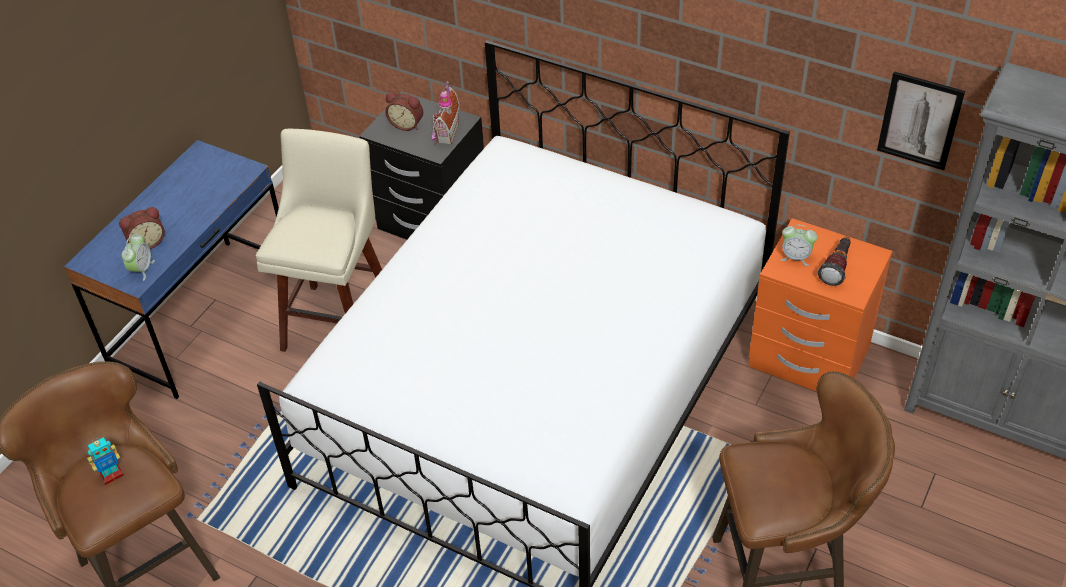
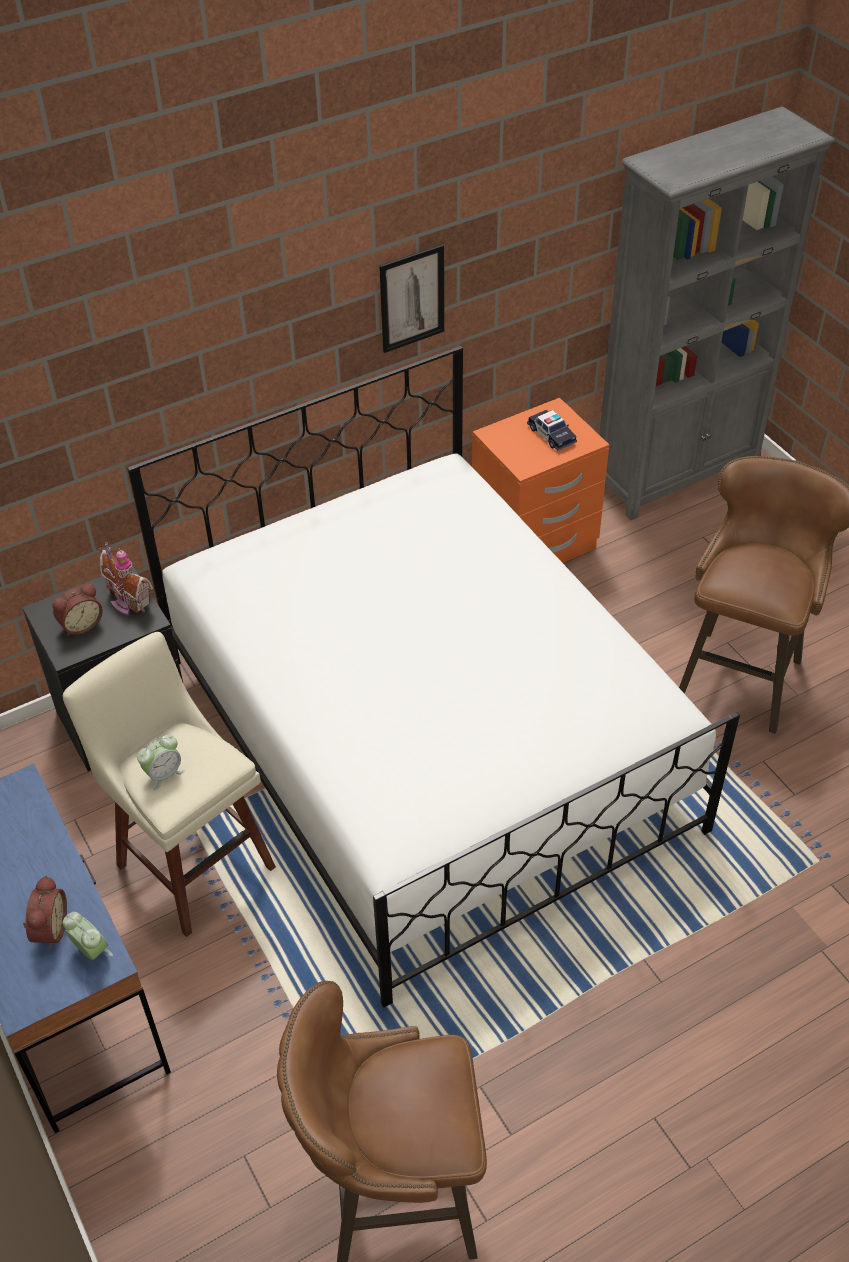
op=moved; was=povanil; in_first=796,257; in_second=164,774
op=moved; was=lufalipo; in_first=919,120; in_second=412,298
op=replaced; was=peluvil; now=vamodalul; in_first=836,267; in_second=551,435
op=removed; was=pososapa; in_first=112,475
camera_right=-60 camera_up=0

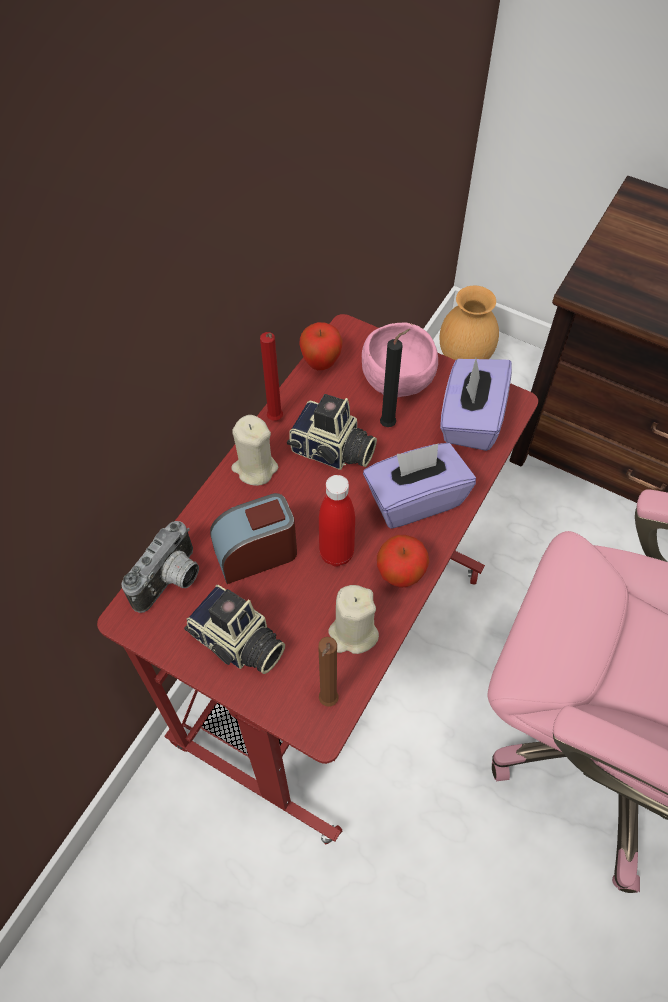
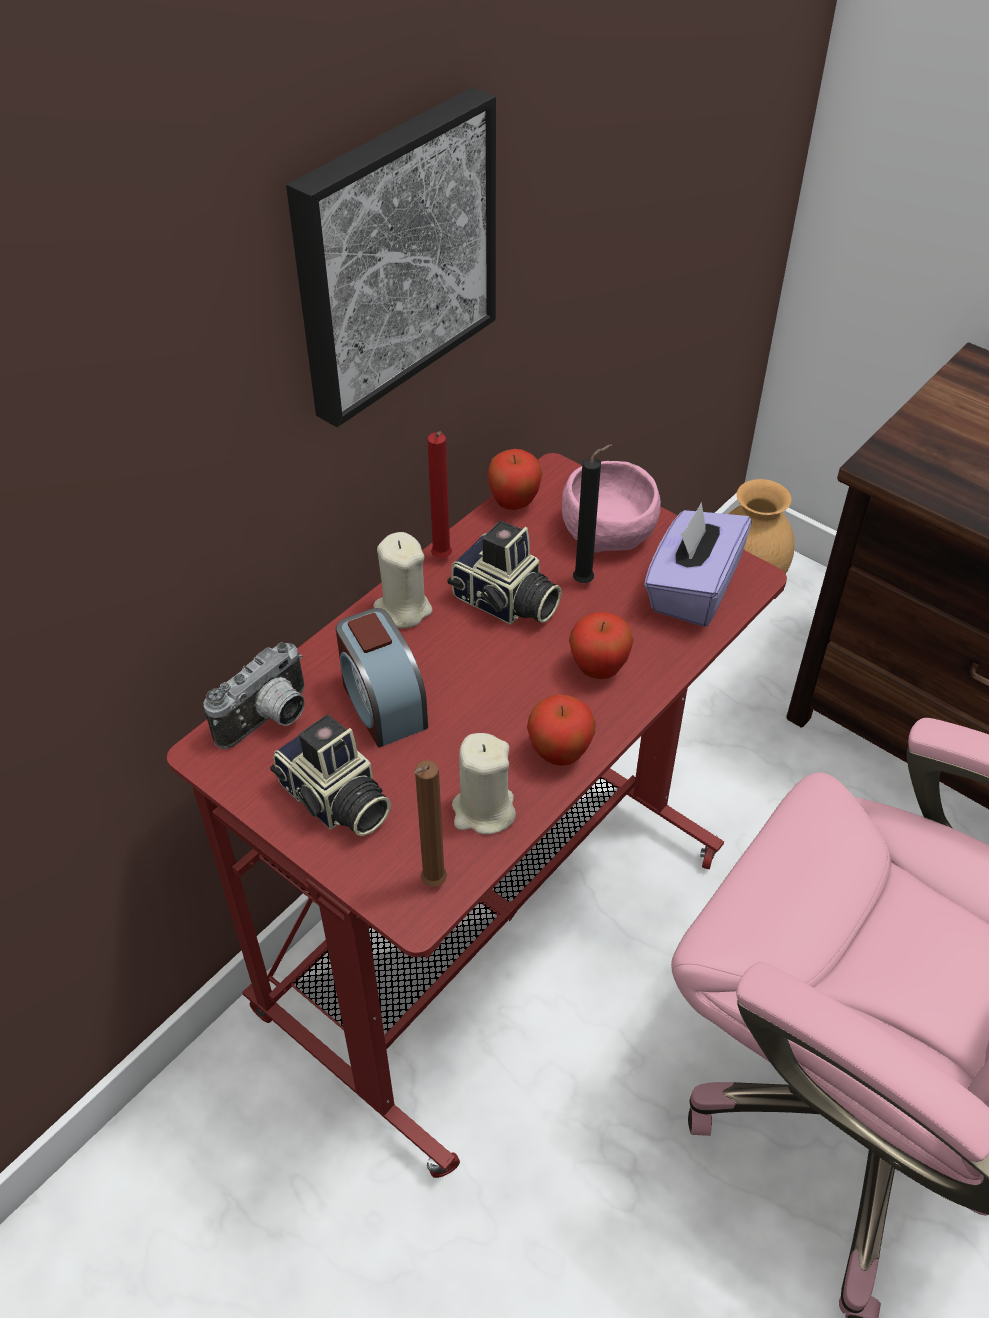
op=added; now=lufalipo; in_second=392,255
op=turned; was=povanil; in_first=256,553; in_second=382,703; clockwise=-105
op=replaced; was=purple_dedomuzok; now=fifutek; in_first=414,499; in_second=598,670
op=removed; was=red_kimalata; in_first=336,553
camera_right=10 camera_up=-10

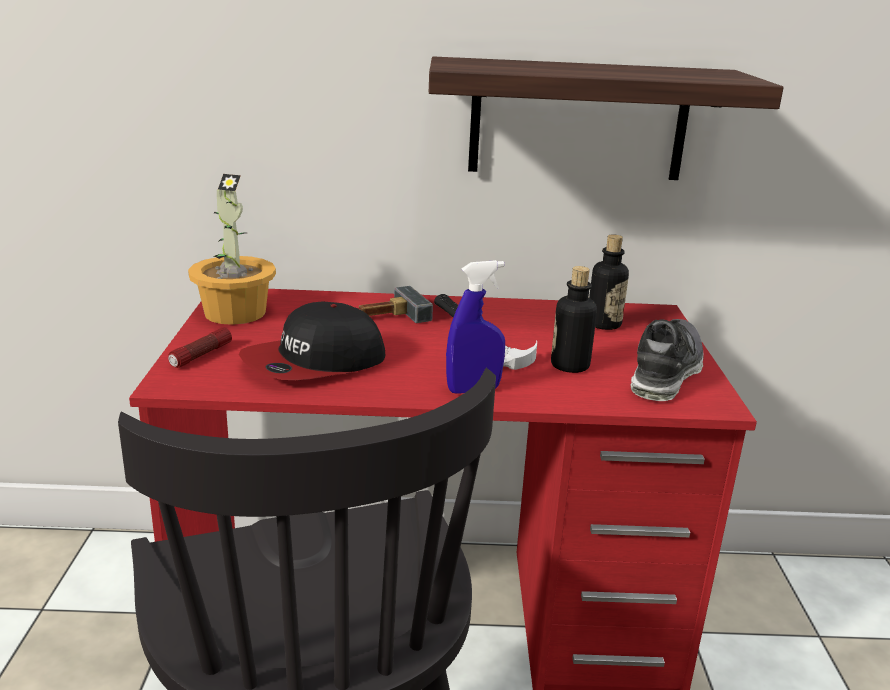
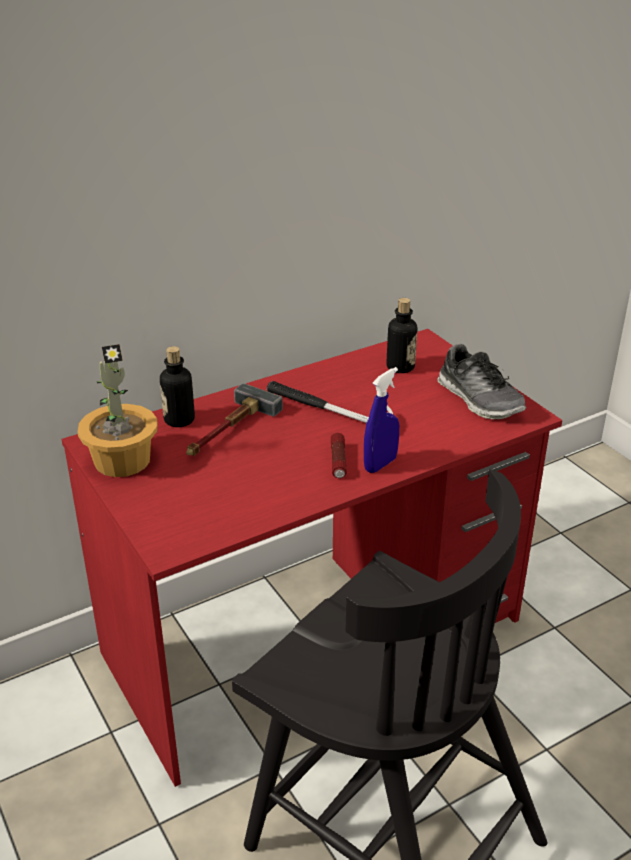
op=moved; was=kimalata; in_first=570,365; in_second=179,420
op=moved; was=peluvil; in_first=201,355; in_second=338,461
op=turned; was=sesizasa; in_first=665,373; in_second=479,399; clockwise=150
op=removed; was=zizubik; in_first=314,362
op=removed; was=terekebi; in_first=578,120
camera_right=-30 camera_up=10

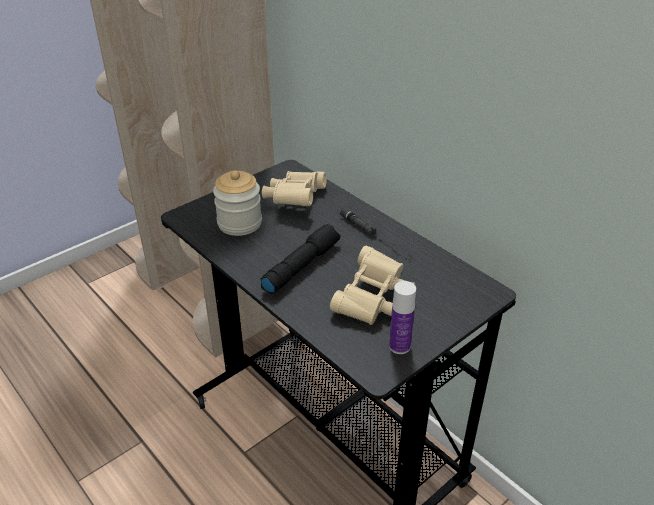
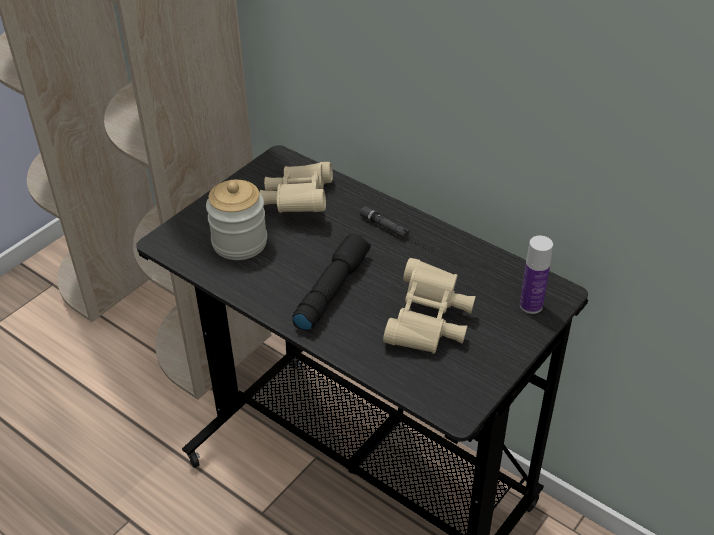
op=moved; was=kimalata; in_first=399,346; in_second=531,305
camera_right=-10 camera_up=5

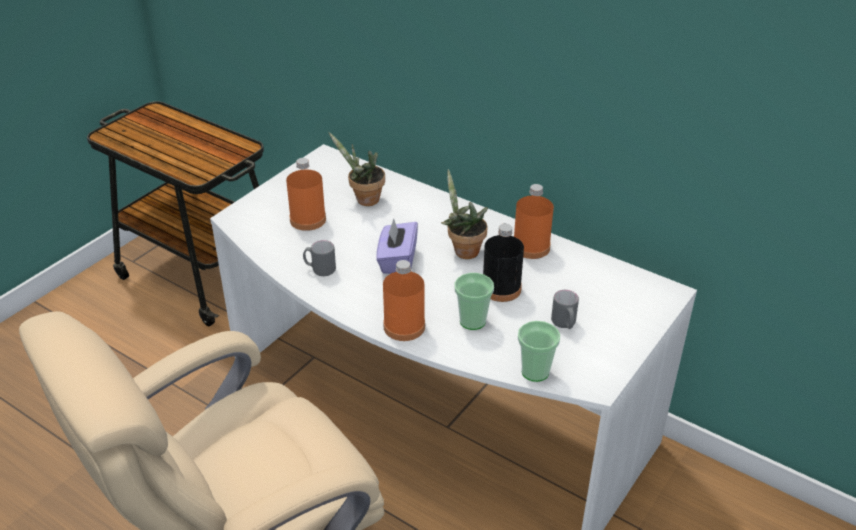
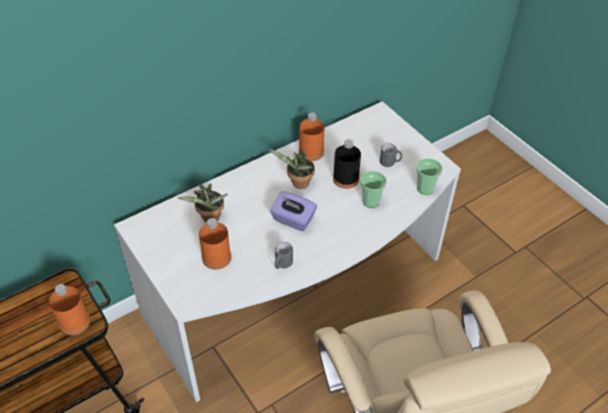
op=moved; was=orange_kimalata; in_first=404,326; in_second=74,322
camera_right=-70 camera_up=10

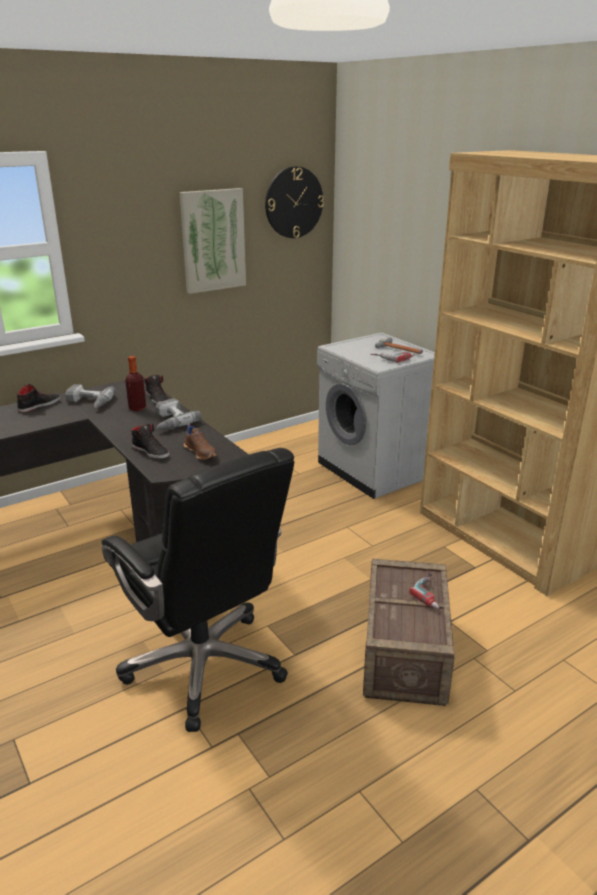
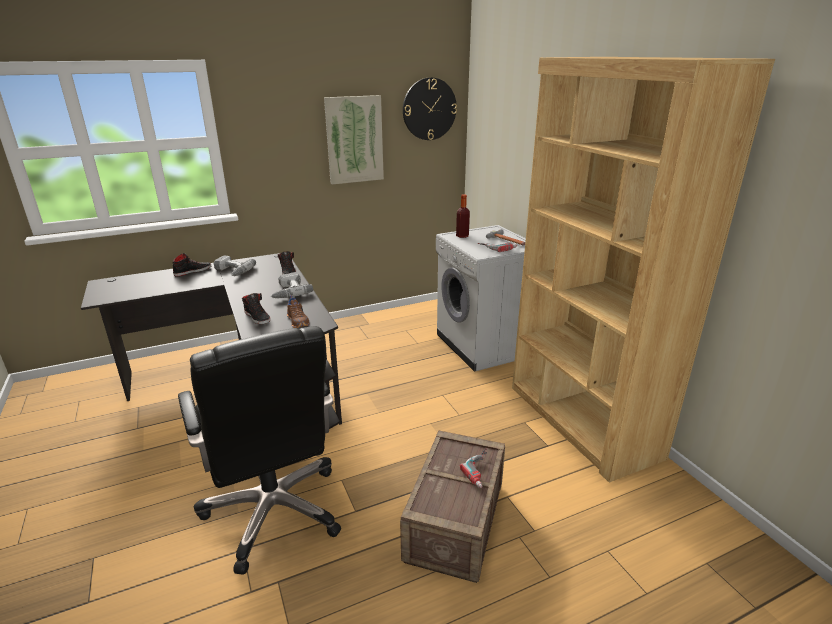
op=moved; was=kimalata; in_first=137,408; in_second=462,236
camera_right=10 camera_up=0

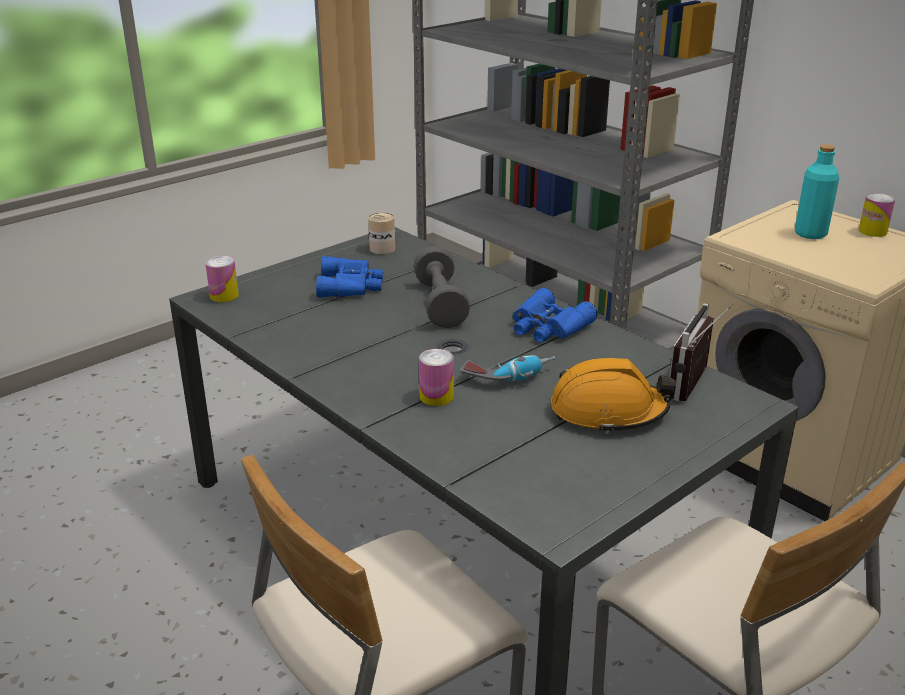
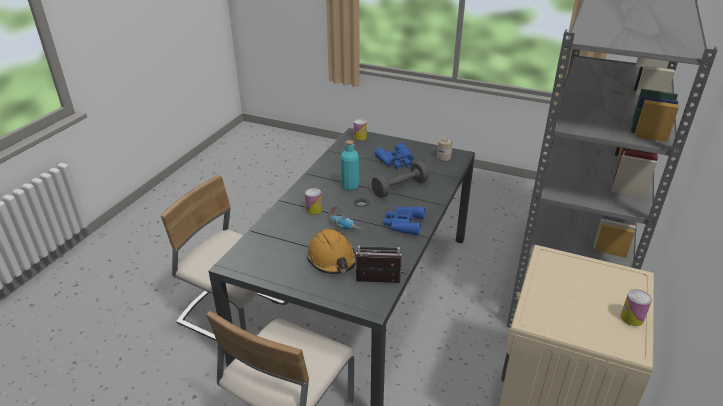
op=moved; was=turquoise_kimalata; in_first=810,234; in_second=350,186
camera_right=65 camera_up=5

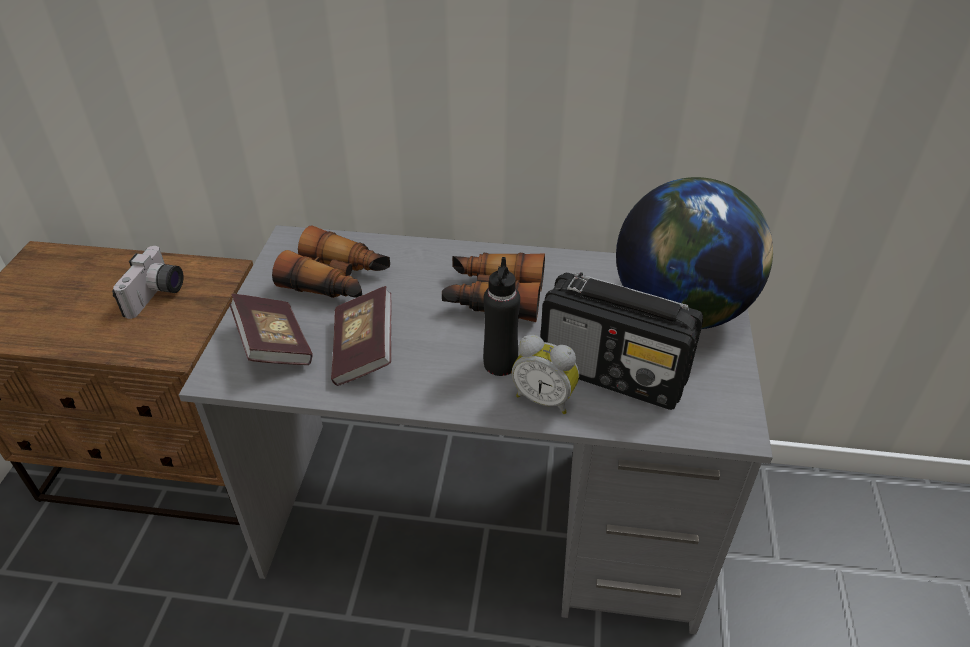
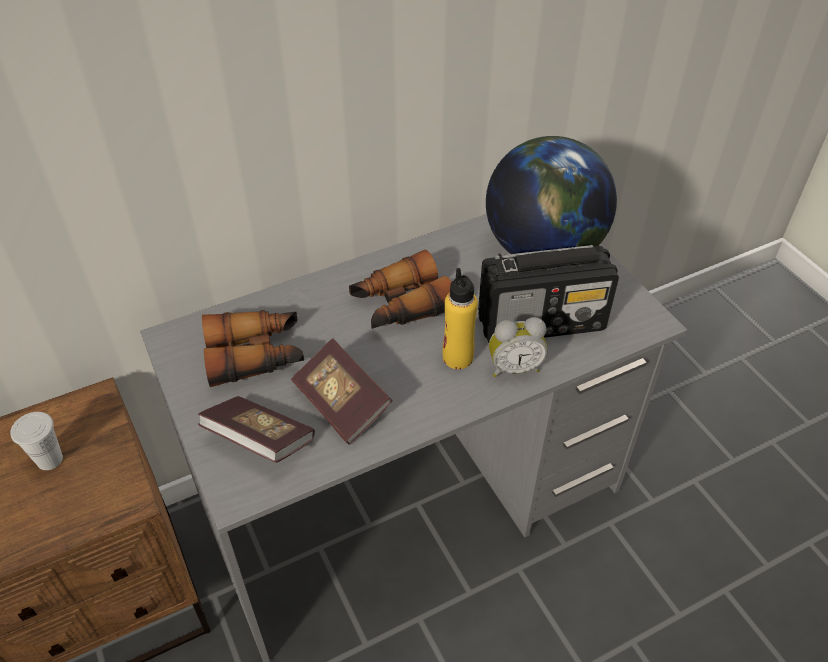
op=replaced; was=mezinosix; now=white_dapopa; in_first=157,296; in_second=50,460
op=recoloured; was=black_kimalata; now=yellow_kimalata; in_first=500,364; in_second=458,357
camera_right=-35 camera_up=5

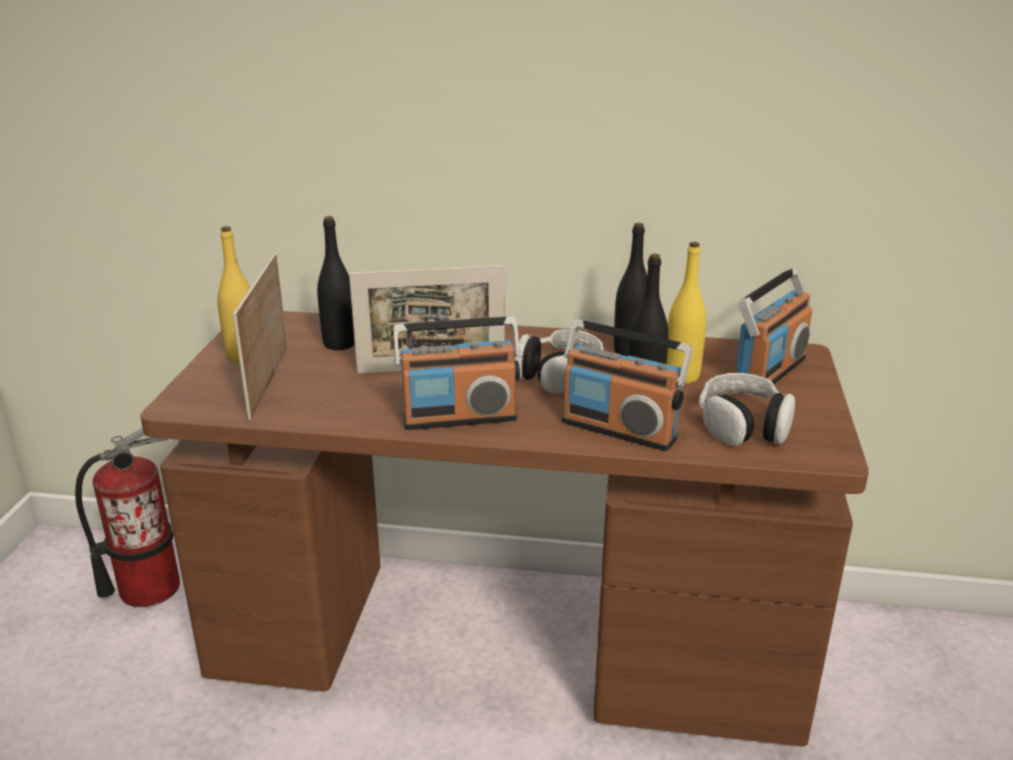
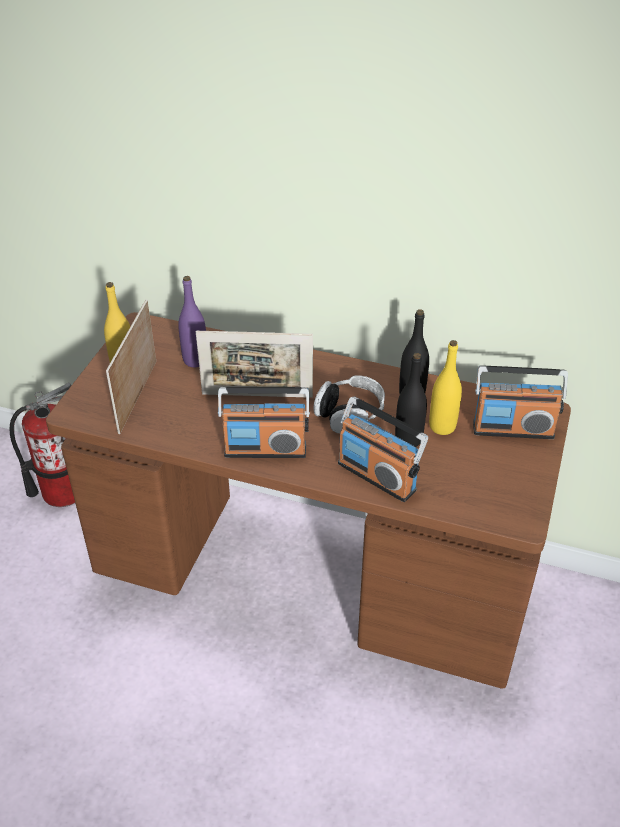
op=recoloured; was=black_kimalata; now=purple_kimalata; in_first=339,344; in_second=195,360
op=turned; was=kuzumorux; in_first=770,371; in_second=513,429; clockwise=45
op=removed; was=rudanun; in_first=744,425
camera_right=10 camera_up=15

